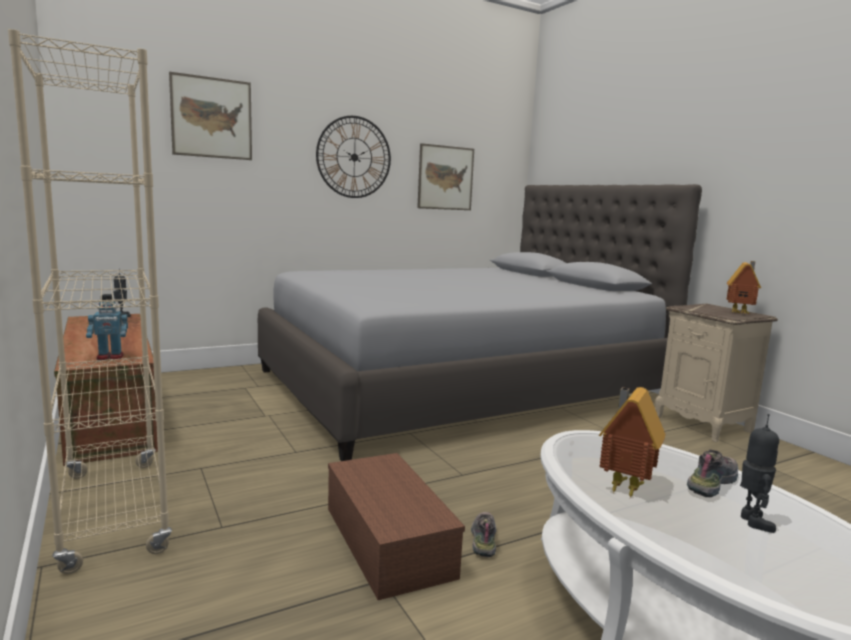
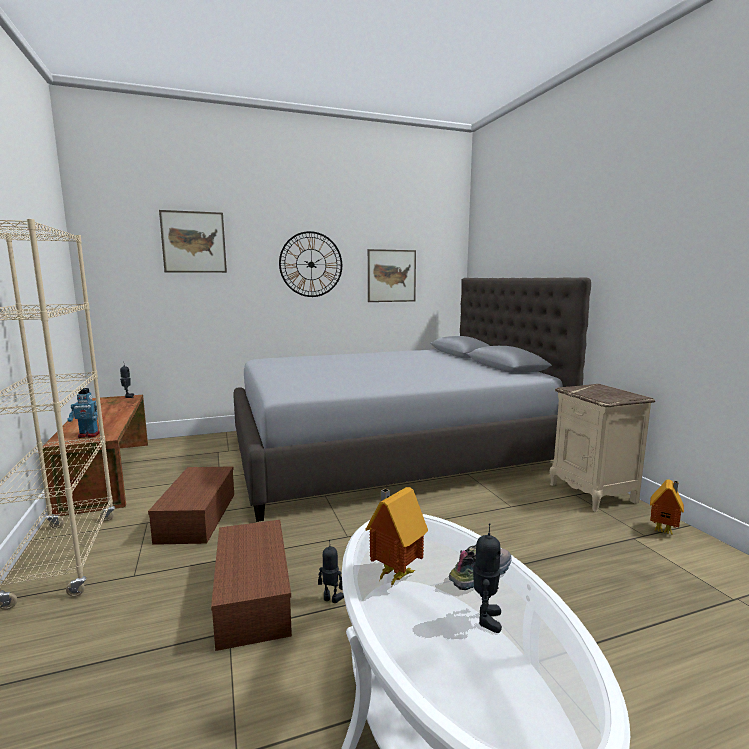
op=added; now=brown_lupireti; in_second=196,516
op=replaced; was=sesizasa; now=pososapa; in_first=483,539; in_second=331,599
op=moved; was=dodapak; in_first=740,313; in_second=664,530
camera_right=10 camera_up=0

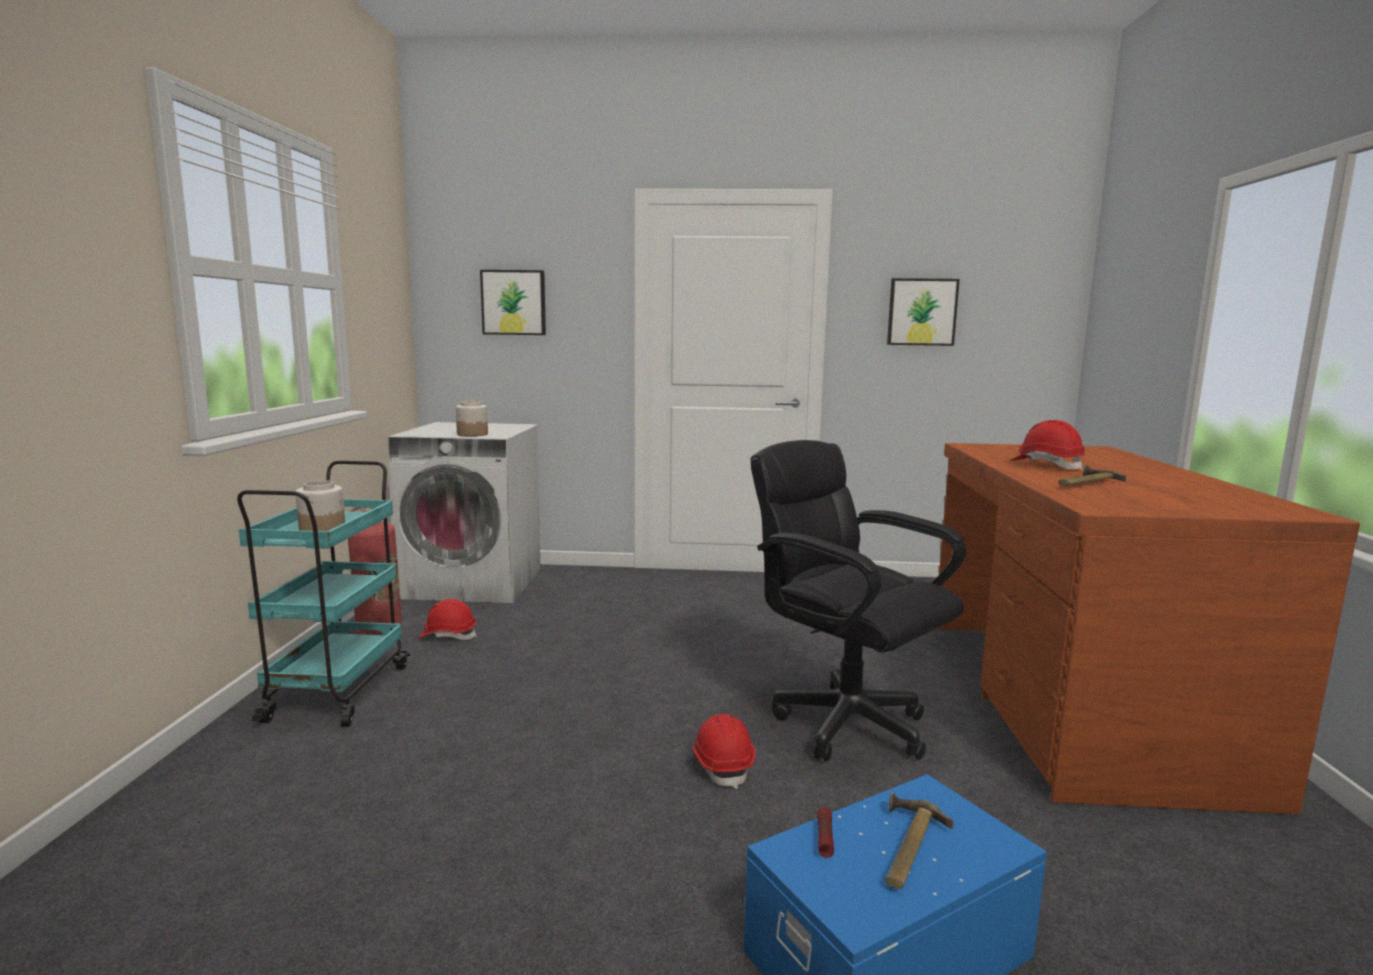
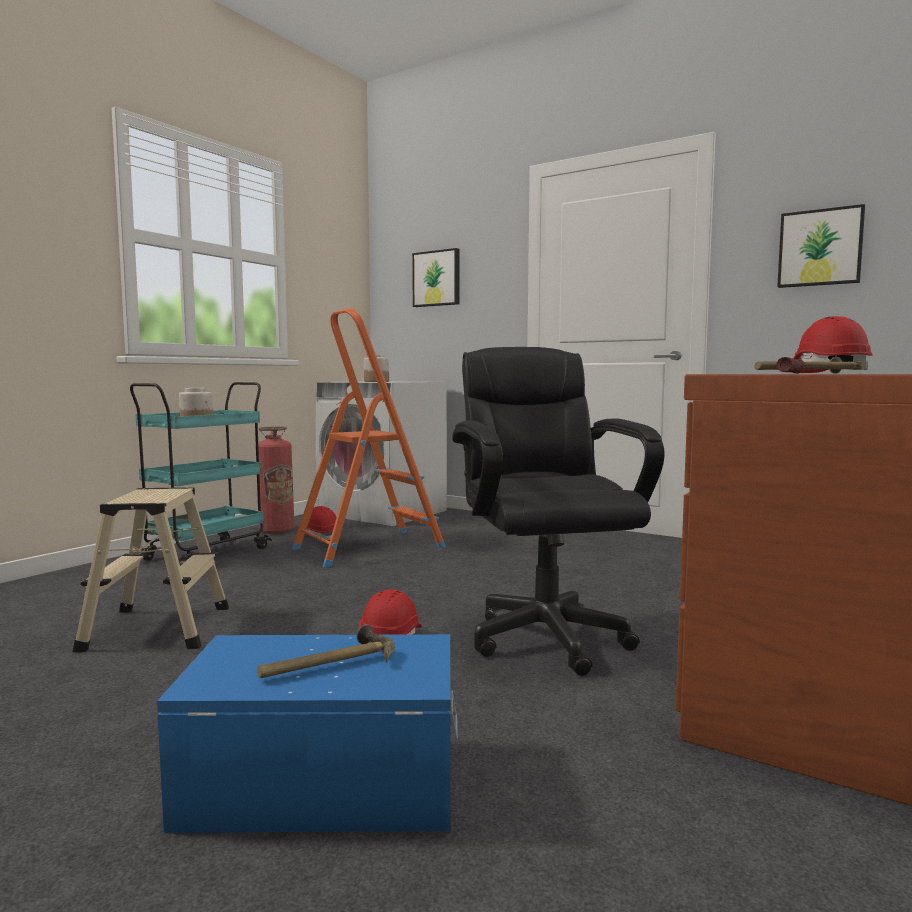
op=added; now=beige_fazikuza; in_second=157,628
op=added; now=orange_fazikuza; in_second=370,547
op=moved; was=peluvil; in_first=824,838; in_second=791,373
camera_right=30 camera_up=-5

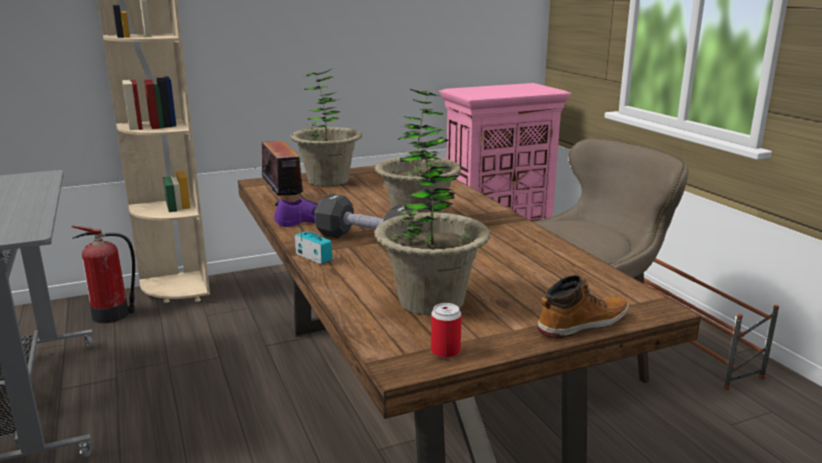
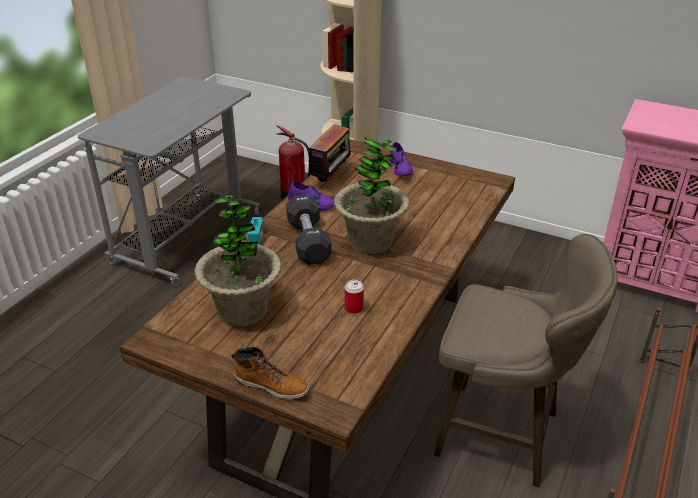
op=moved; was=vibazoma; in_first=445,352; in_second=354,308
op=replaced; was=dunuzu; now=purple_sesizasa; in_first=328,180; in_second=400,168
camera_right=50 camera_up=15

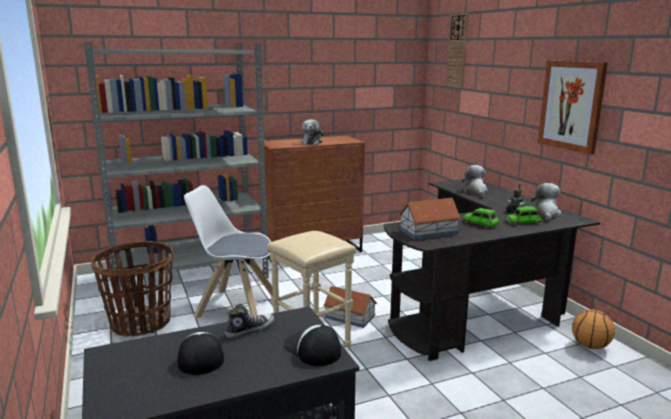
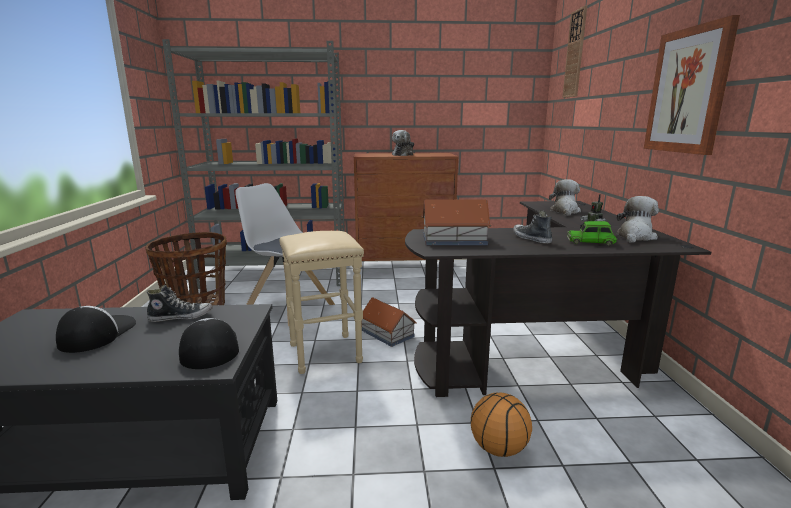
op=moved; was=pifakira; in_first=590,346; in_second=498,449
op=replaced; was=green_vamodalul; now=sesizasa; in_first=480,223; in_second=531,238
camera_right=20 camera_up=0

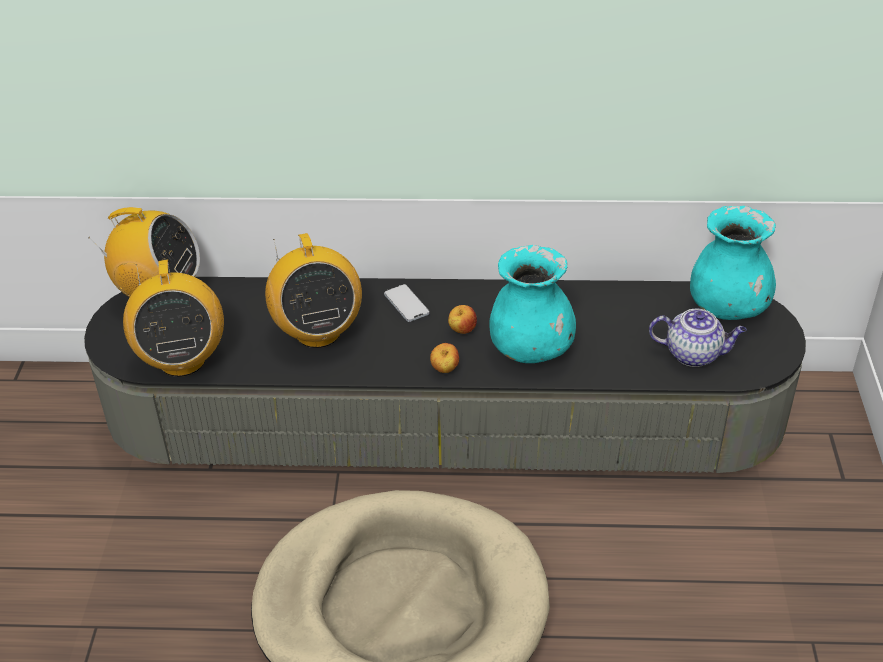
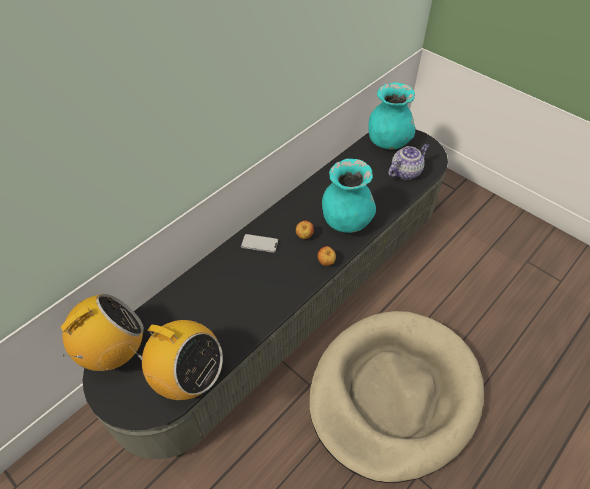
op=removed; was=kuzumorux; in_first=317,332
camera_right=-50 camera_up=10

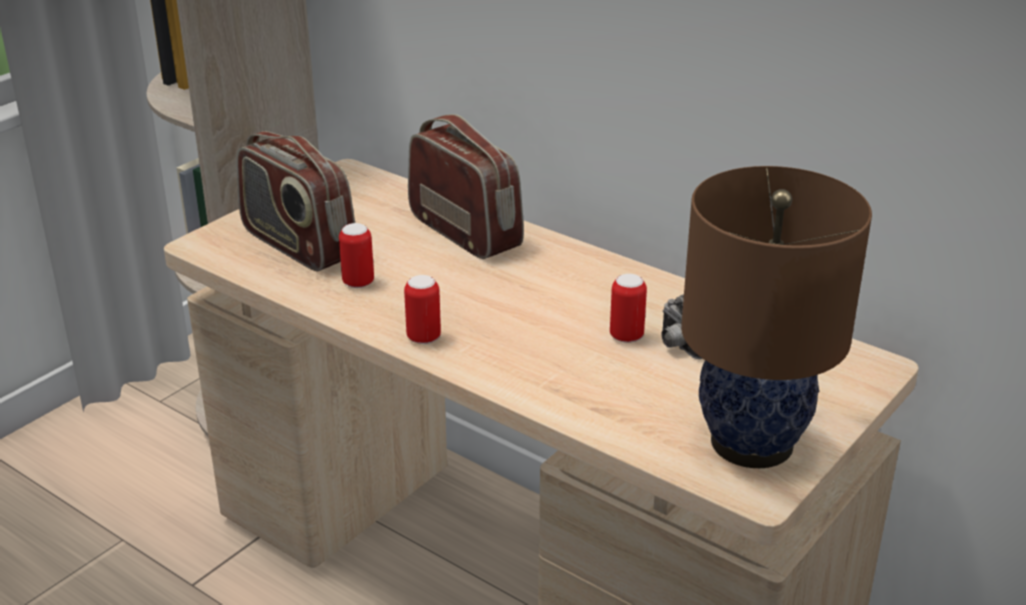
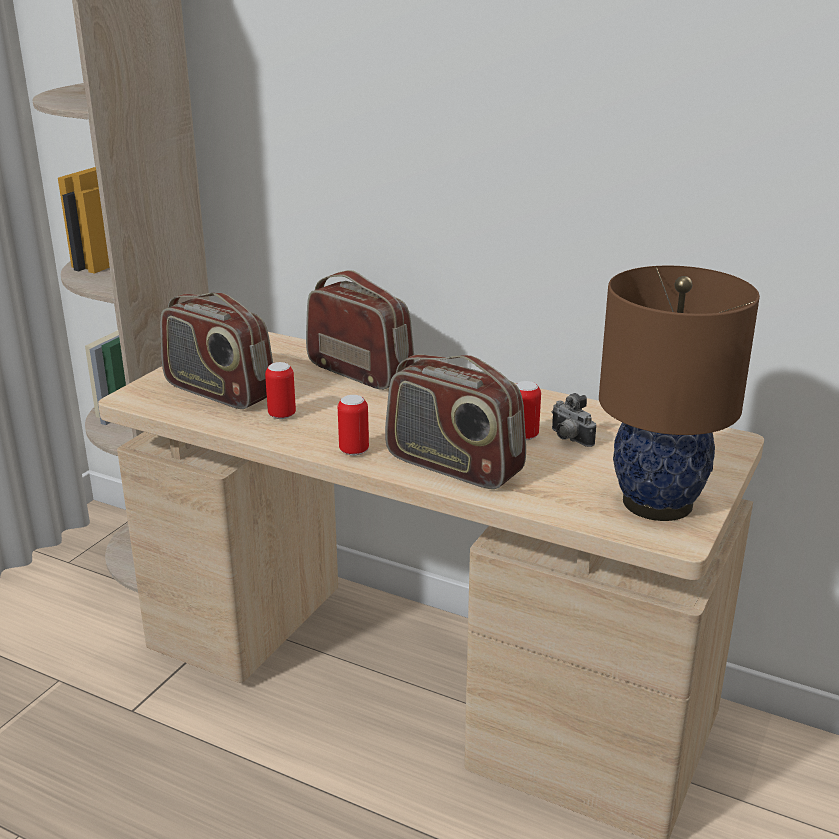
op=added; now=kuzumorux; in_second=453,466
camera_right=-10 camera_up=-5

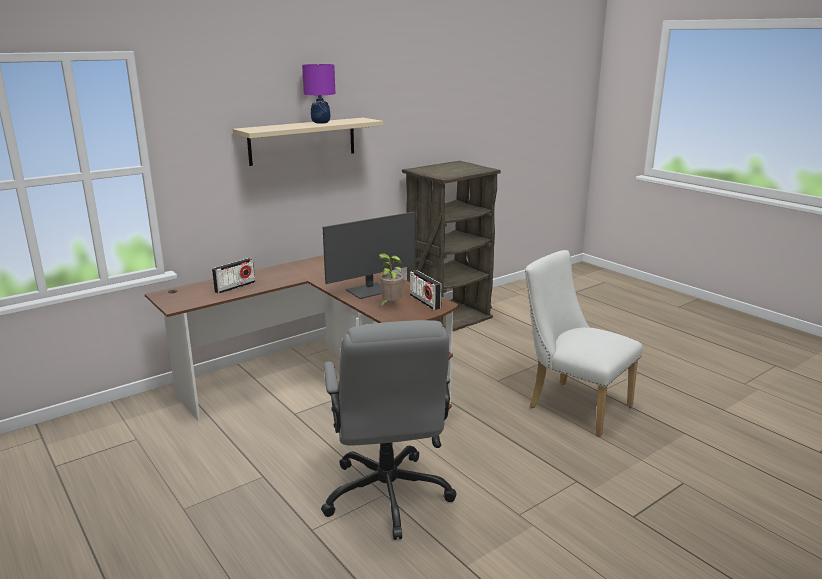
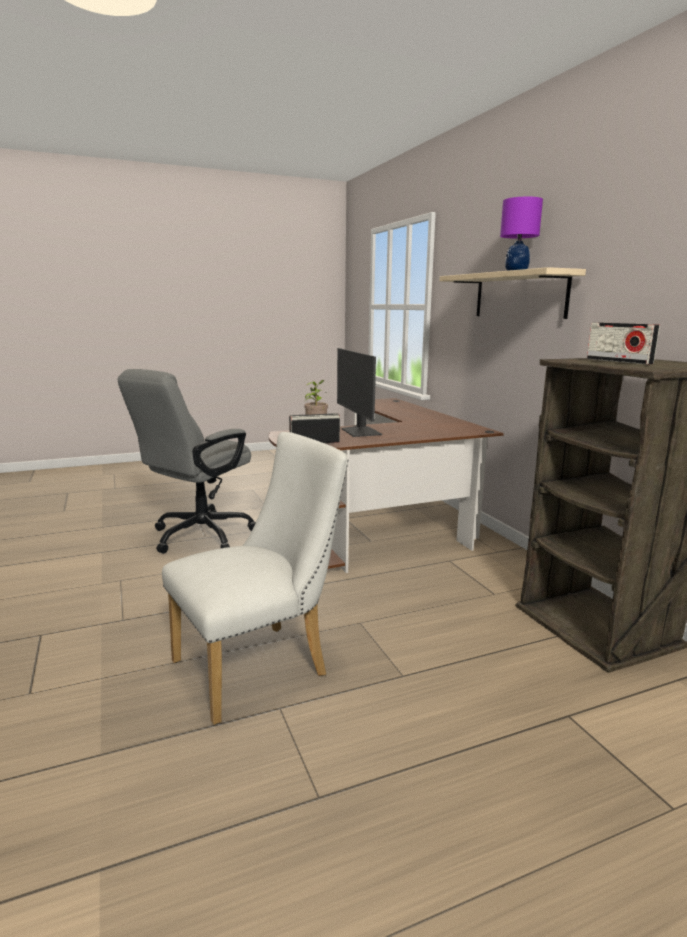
op=turned; was=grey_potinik; in_first=388,499; in_second=198,537; clockwise=-60
op=moved; was=kuzumorux; in_first=235,287; in_second=618,361
camera_right=105 camera_up=-5

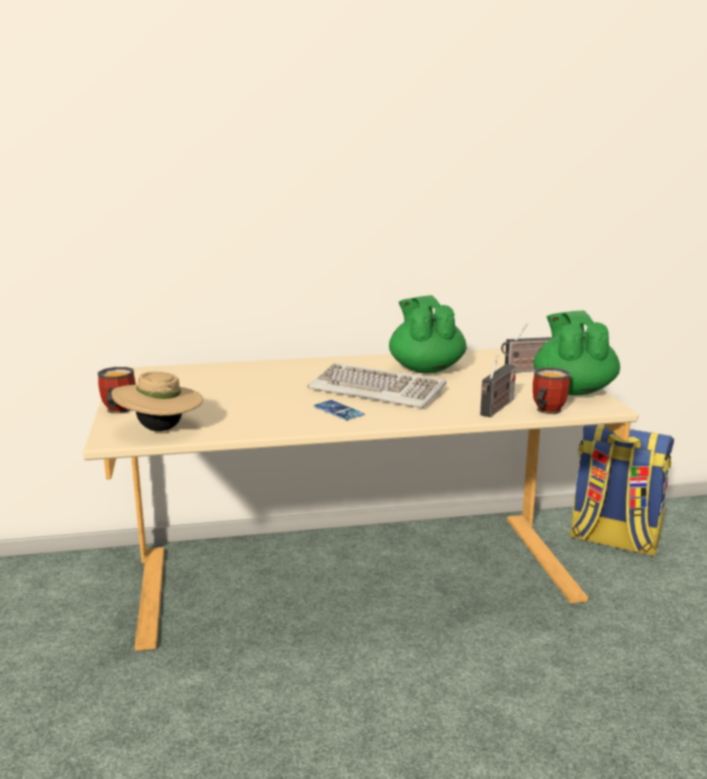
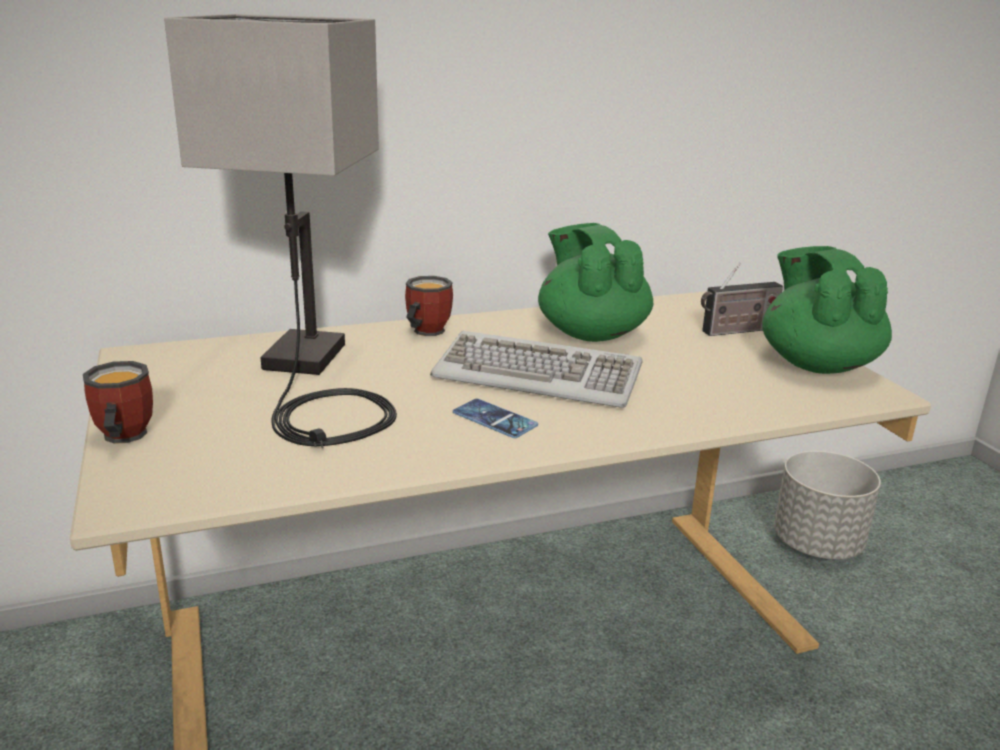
op=added; now=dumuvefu; in_second=311,381
op=moved; was=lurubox; in_first=545,411; in_second=424,332
op=replaced; was=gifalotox; now=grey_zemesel; in_first=613,540; in_second=816,545
op=removed; was=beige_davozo; in_first=161,430
op=removed; was=kuzumorux; in_first=497,408
camera_right=-10 camera_up=5

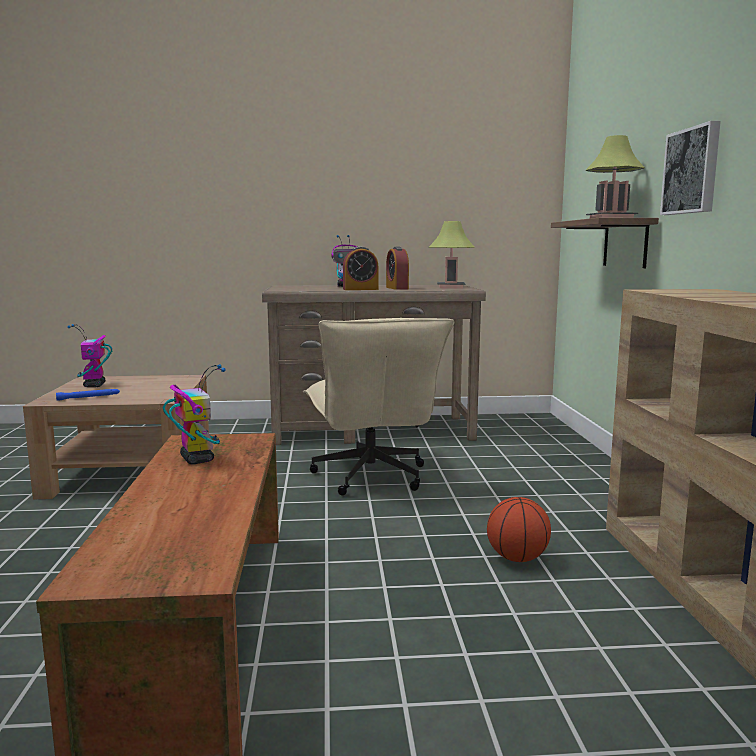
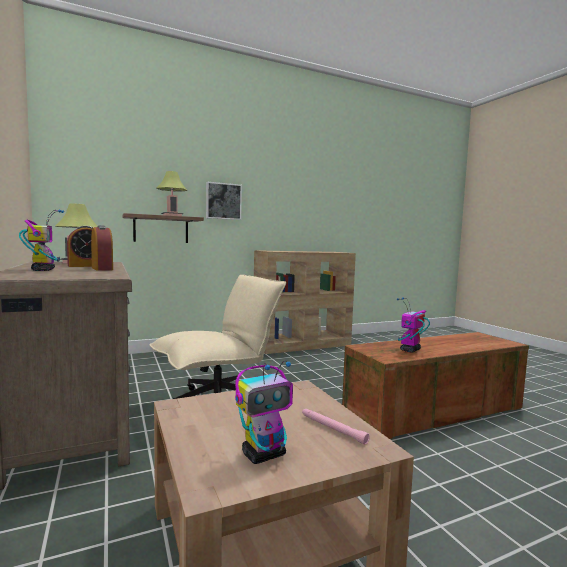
op=recoloured; was=blue_peluvil; now=pink_peluvil; in_first=88,397; in_second=332,428
op=removed; was=pifakira; in_first=517,558
camera_right=-110 camera_up=-5

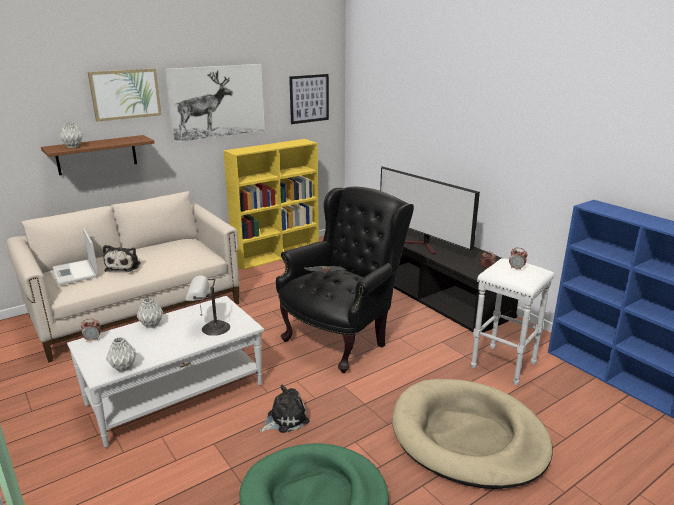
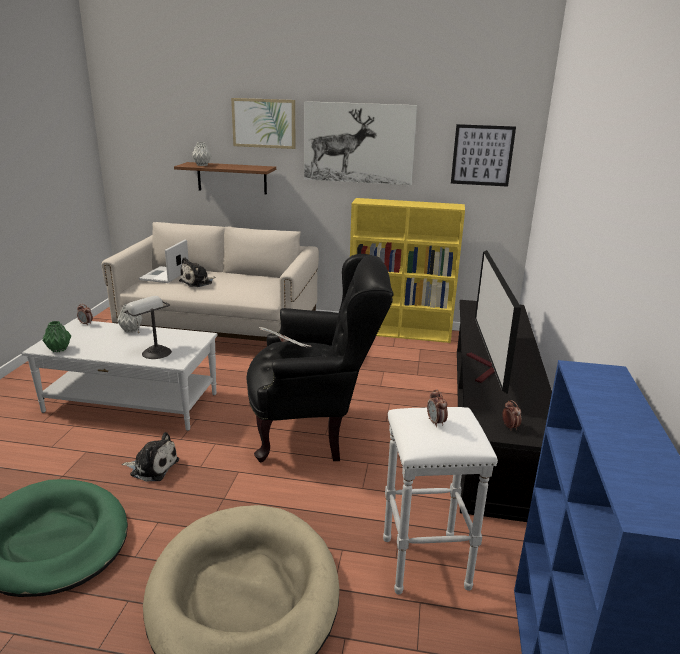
op=recoloured; was=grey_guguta; now=green_guguta; in_first=123,367; in_second=59,349
camera_right=45 camera_up=0

